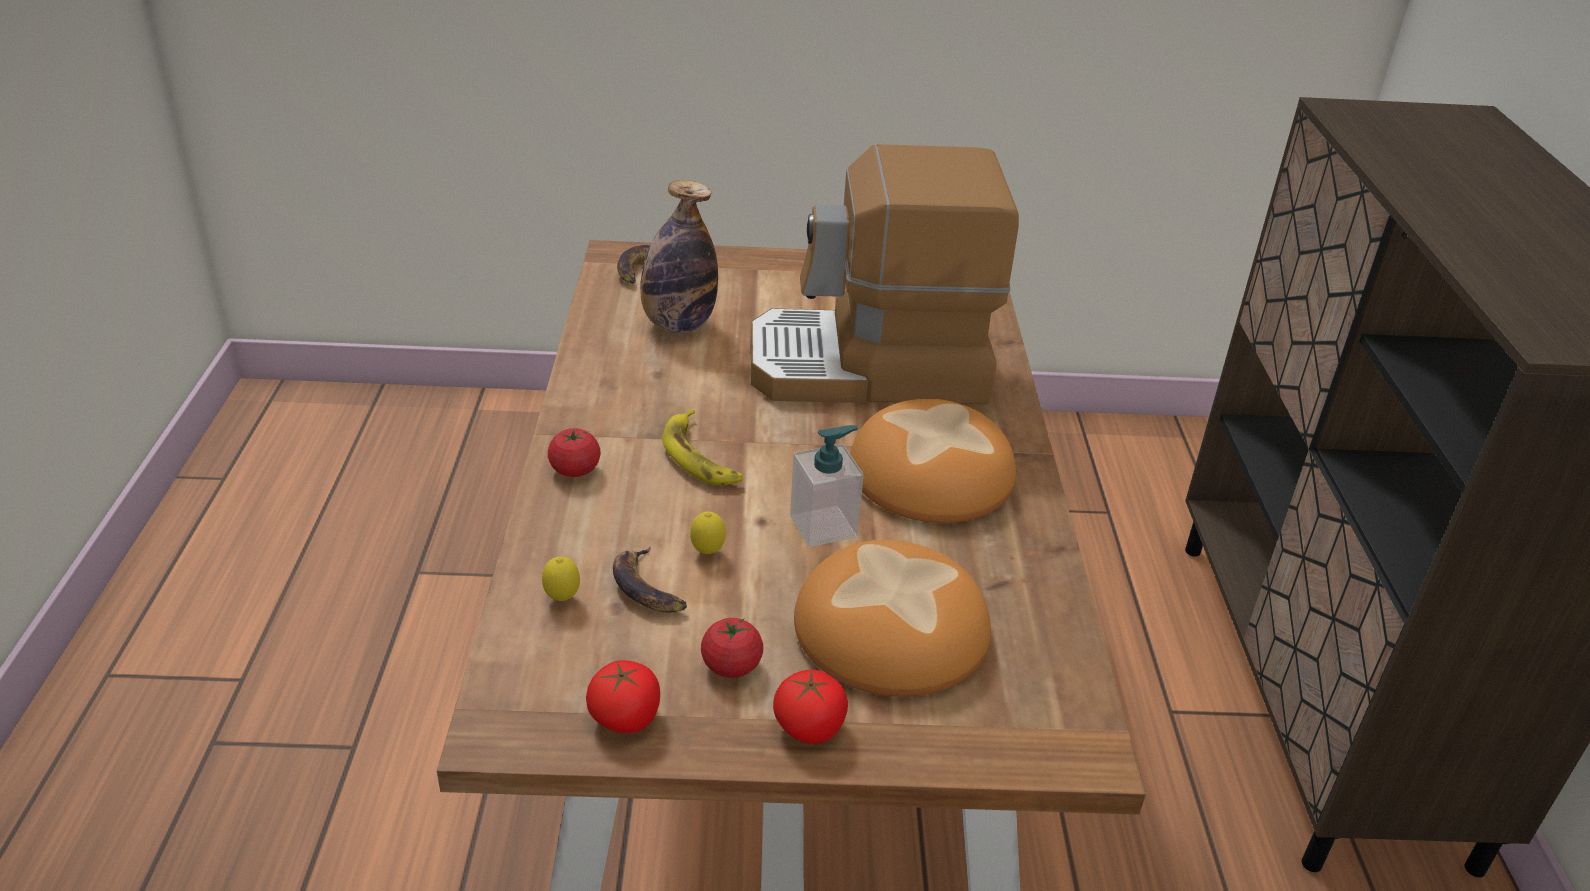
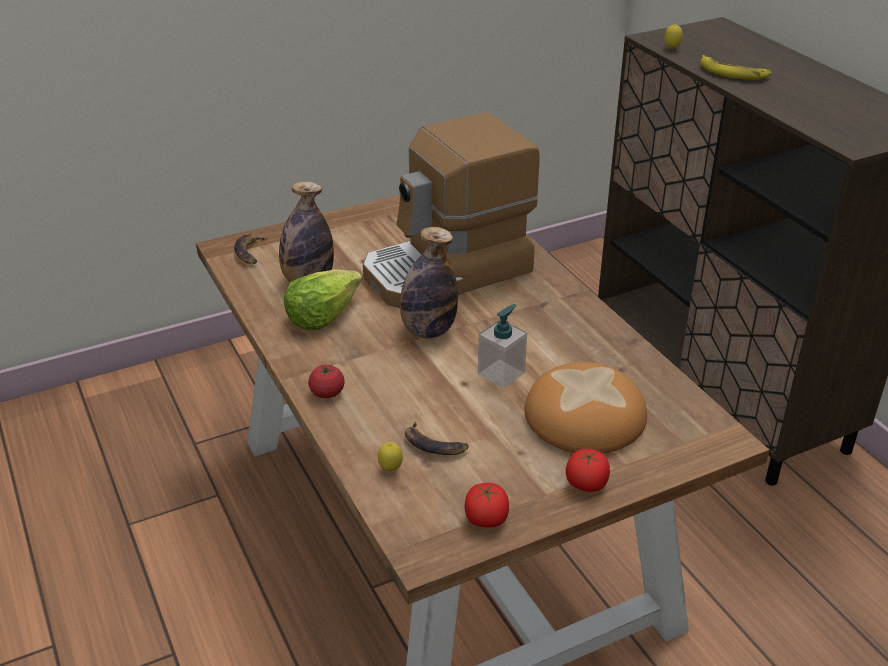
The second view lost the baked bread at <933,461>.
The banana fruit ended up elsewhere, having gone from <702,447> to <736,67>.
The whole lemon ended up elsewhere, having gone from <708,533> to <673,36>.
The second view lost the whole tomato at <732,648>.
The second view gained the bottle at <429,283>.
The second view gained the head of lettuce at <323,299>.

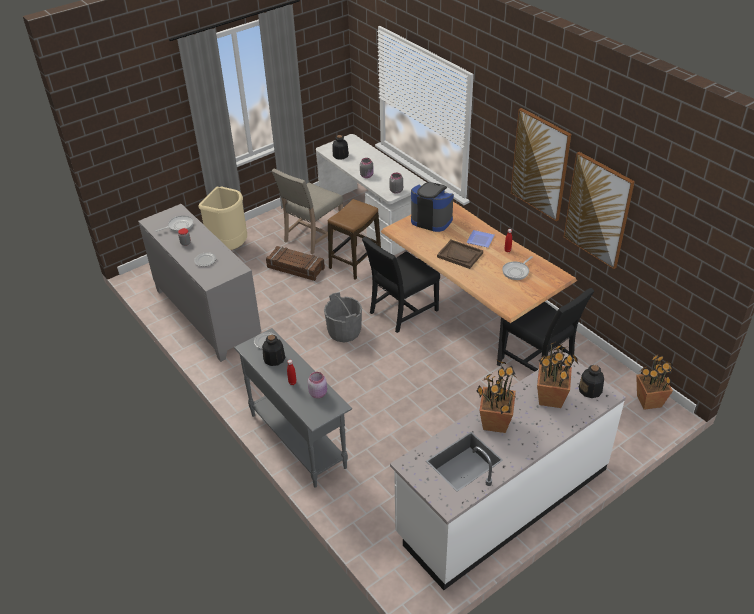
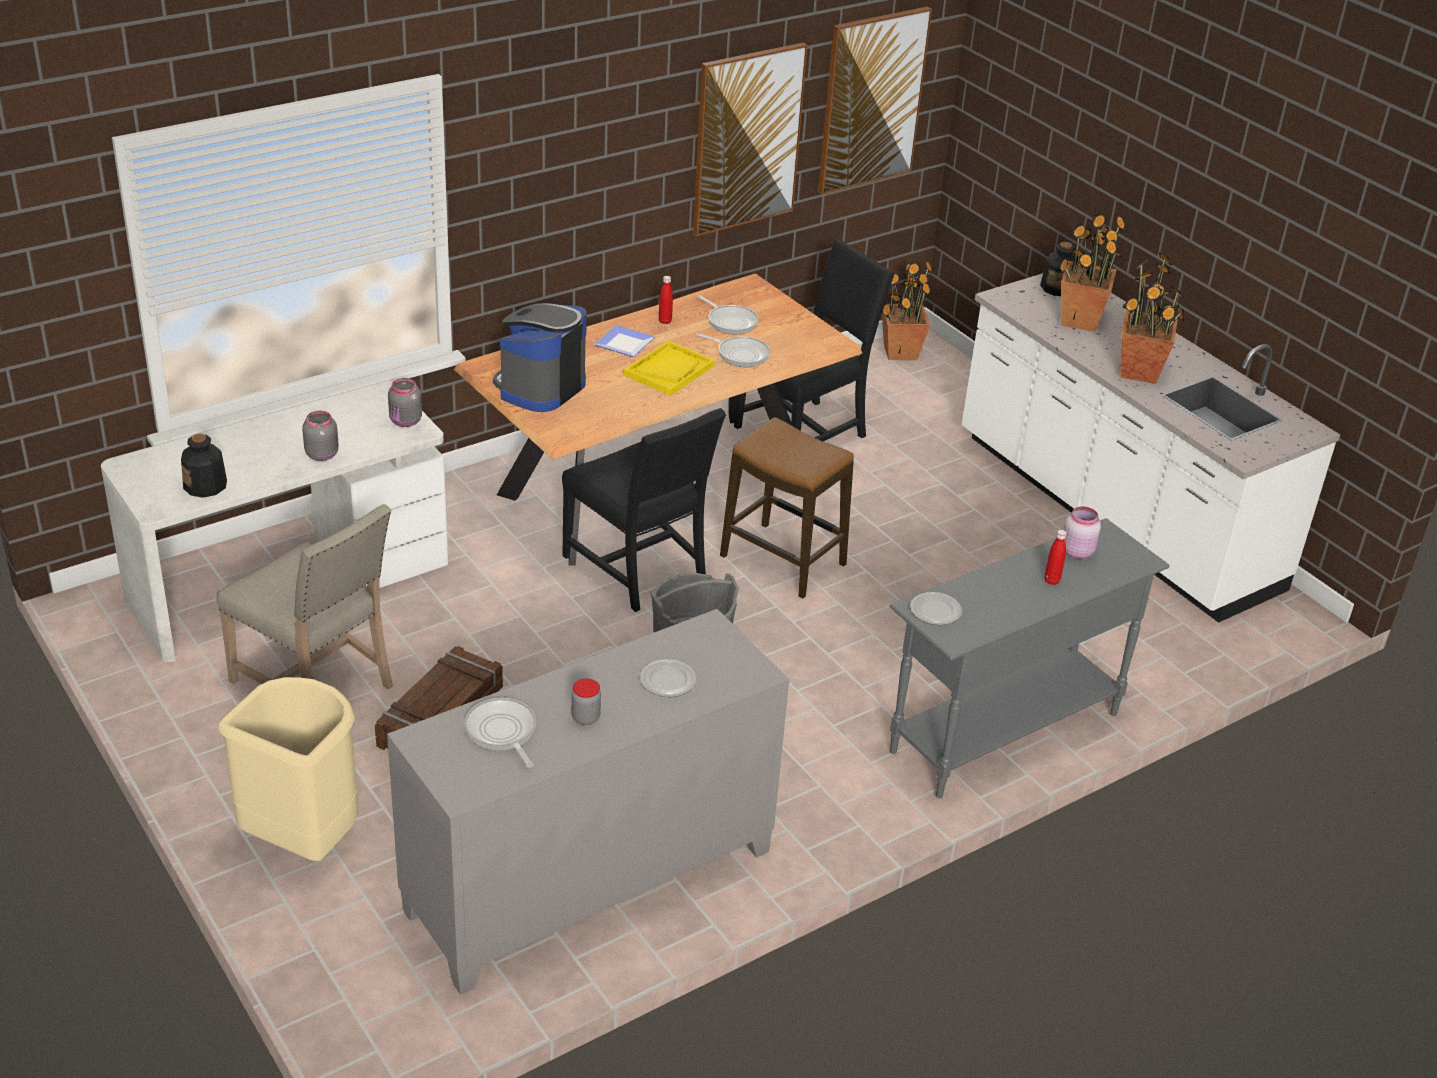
The picture ended up elsewhere, having gone from <541,164> to <875,100>.
The stool seat ended up elsewhere, having gone from <354,239> to <787,508>.
What was the tray (brown) at <460,254> turned into the tray (yellow-coloured) at <669,368>.
The second view lost the bottle at <273,350>.
The second view gained the pan at <733,350>.

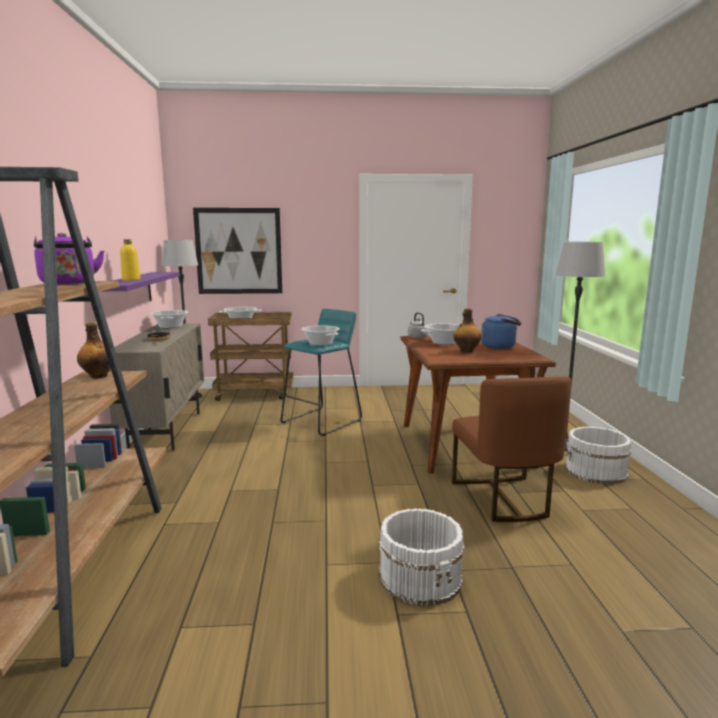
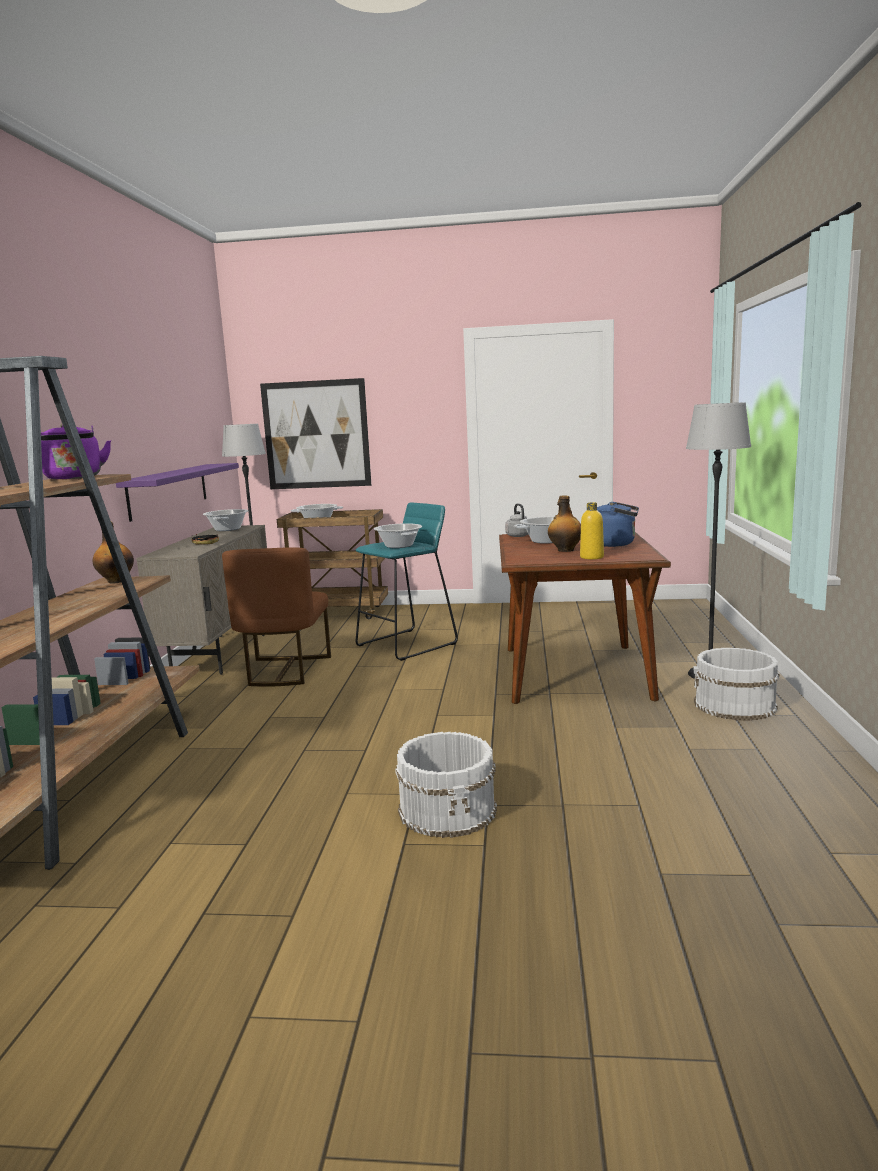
The bottle (yellow-coloured) ended up elsewhere, having gone from <130,259> to <592,530>.
The upright chair (brown) ended up elsewhere, having gone from <511,449> to <276,617>.

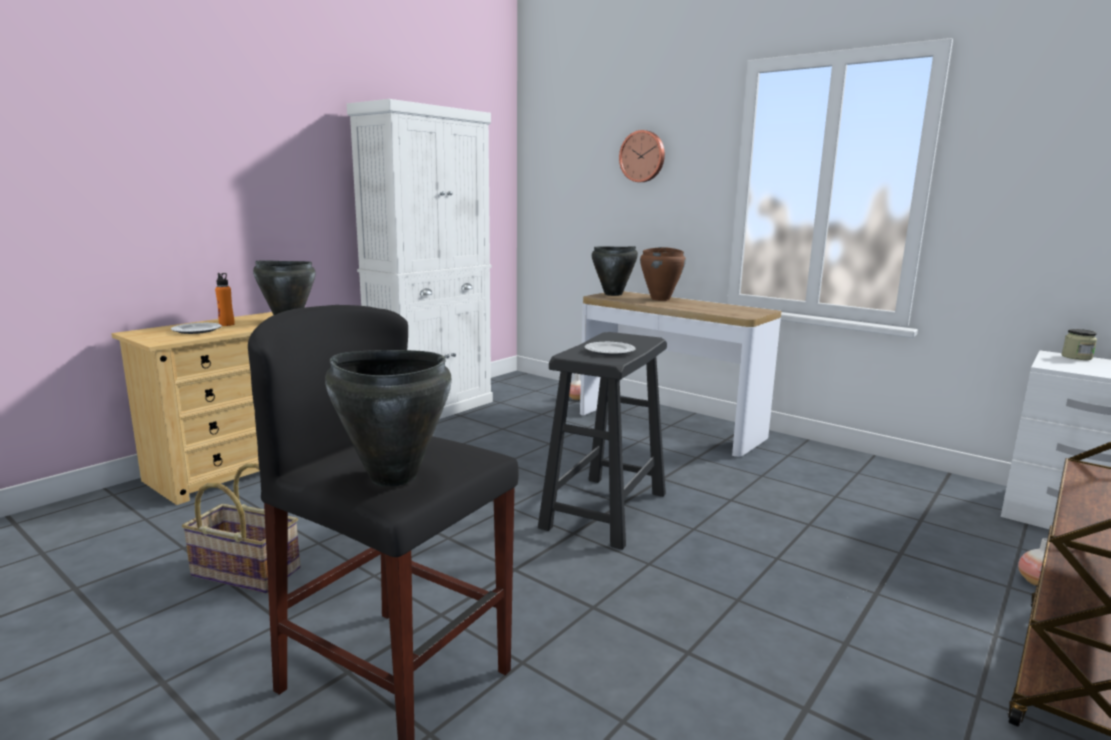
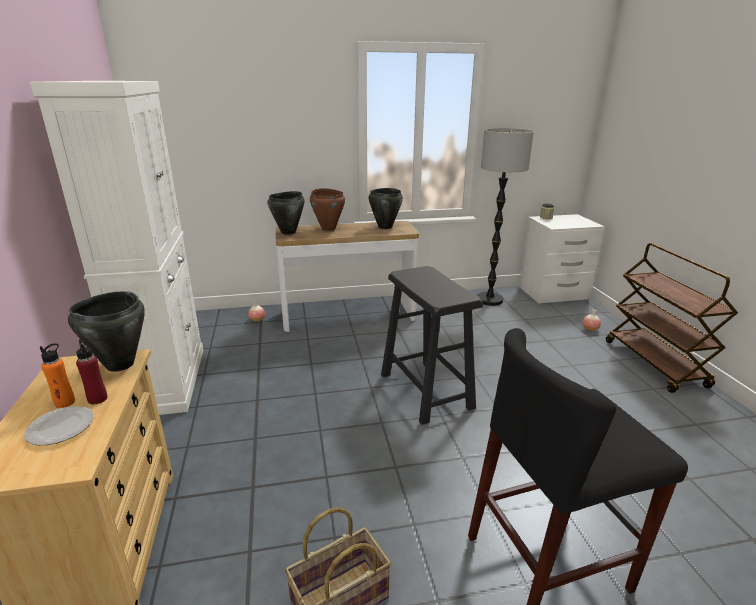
The second view lost the wall clock at <642,156>.
The second view lost the flat dish at <610,349>.
The stockpot (blackish) ended up elsewhere, having gone from <388,418> to <386,208>.
The second view gained the standard lamp at <505,217>.
The second view gained the bottle (red) at <92,372>.

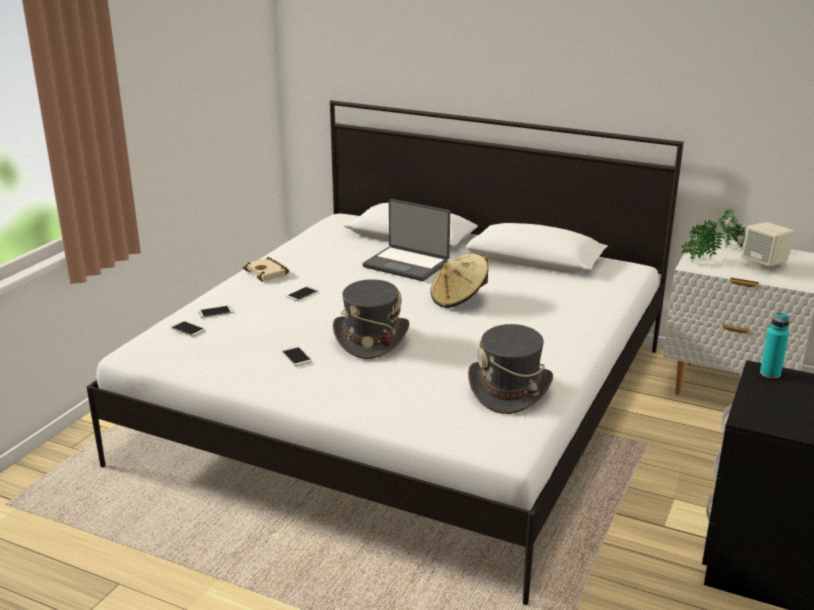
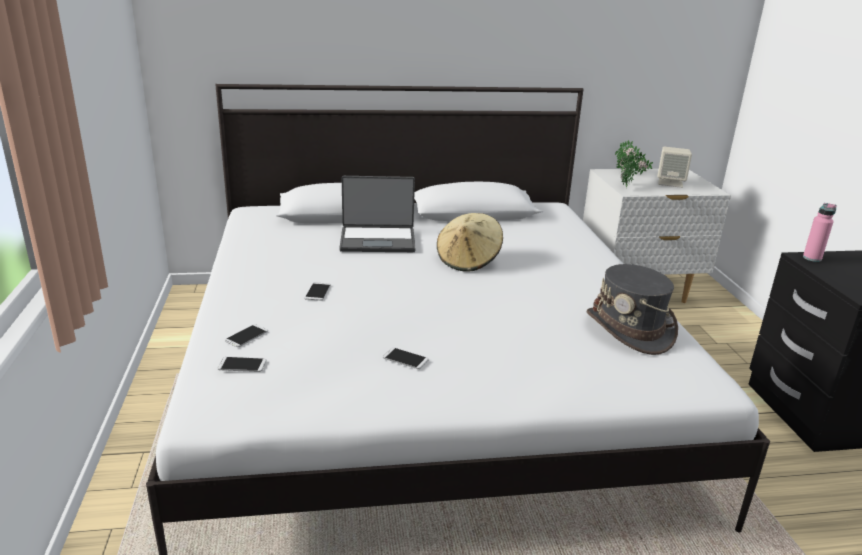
The second view lost the book (beige) at <266,269>.
The second view lost the wearable hat (gray) at <371,319>.
What was the bottle (blue-green) at <775,345> turned into the bottle (pink) at <820,232>.

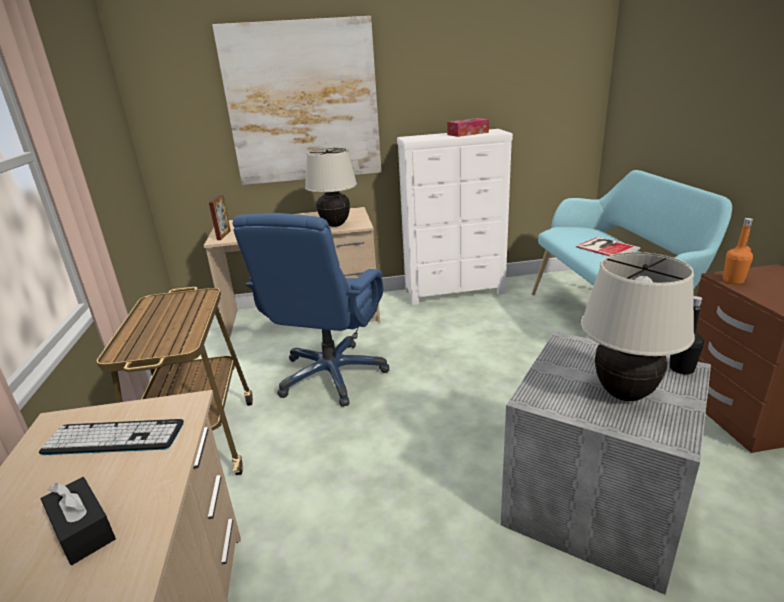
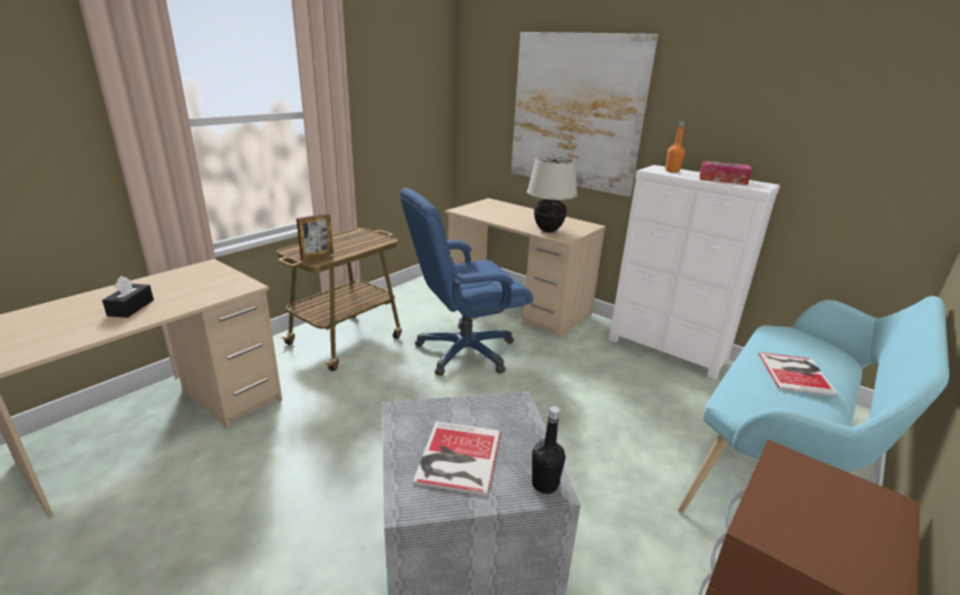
The picture frame ended up elsewhere, having gone from <220,217> to <315,236>.
The bottle (orangey) ended up elsewhere, having gone from <738,251> to <675,147>.
Where the table lamp (beige) stood at <638,326>, the book came to stand at <457,458>.
The second view lost the keyboard at <111,437>.

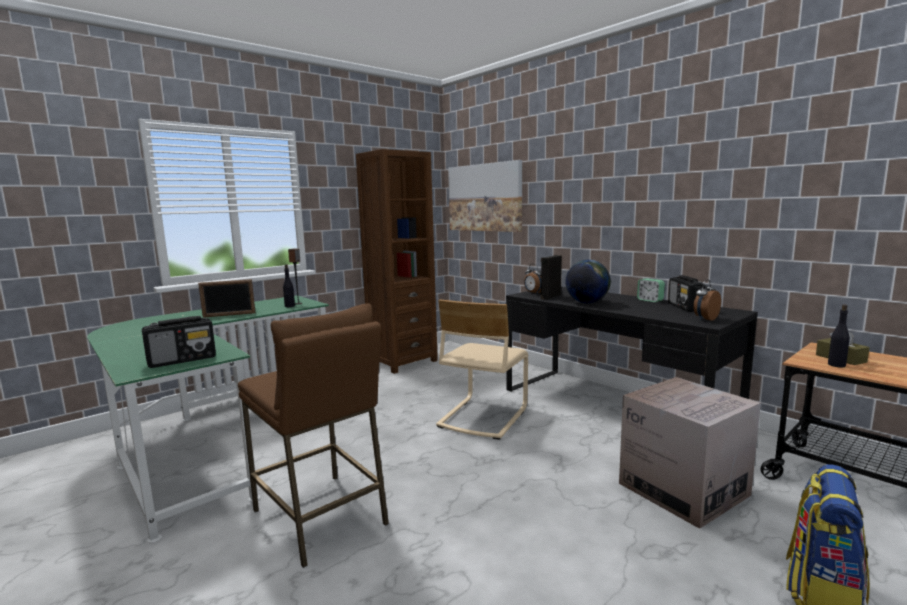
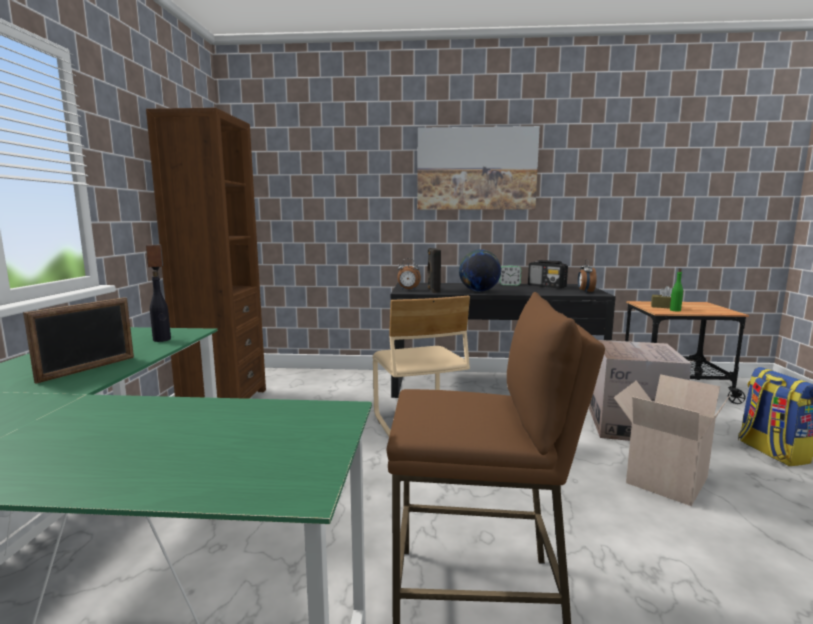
The picture ended up elsewhere, having gone from <485,196> to <478,168>.
What was the bottle (blackish) at <839,335> turned into the bottle (green) at <676,289>.
The second view lost the radio at <179,342>.
The second view gained the carton at <671,440>.

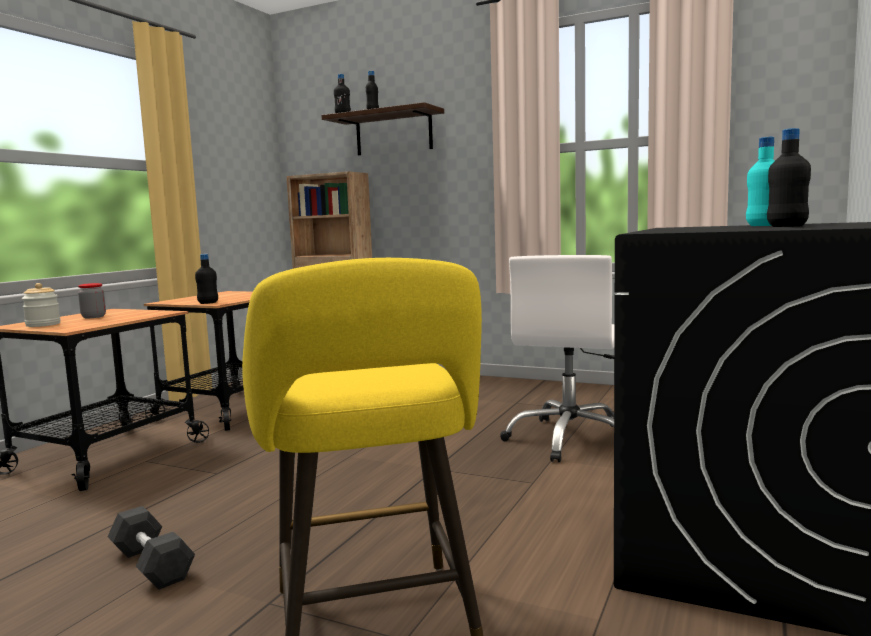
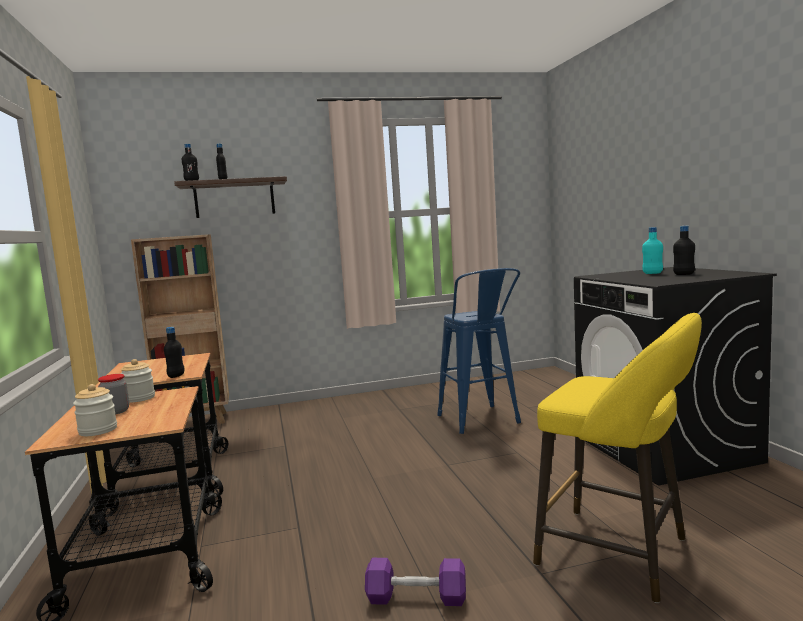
Where the office chair (white) stood at <557,358>, the stool seat (blue) came to stand at <479,351>.
What was the free weight (blackish) at <151,548> turned into the free weight (purple-coloured) at <415,582>.
The second view gained the storage jar at <137,381>.

